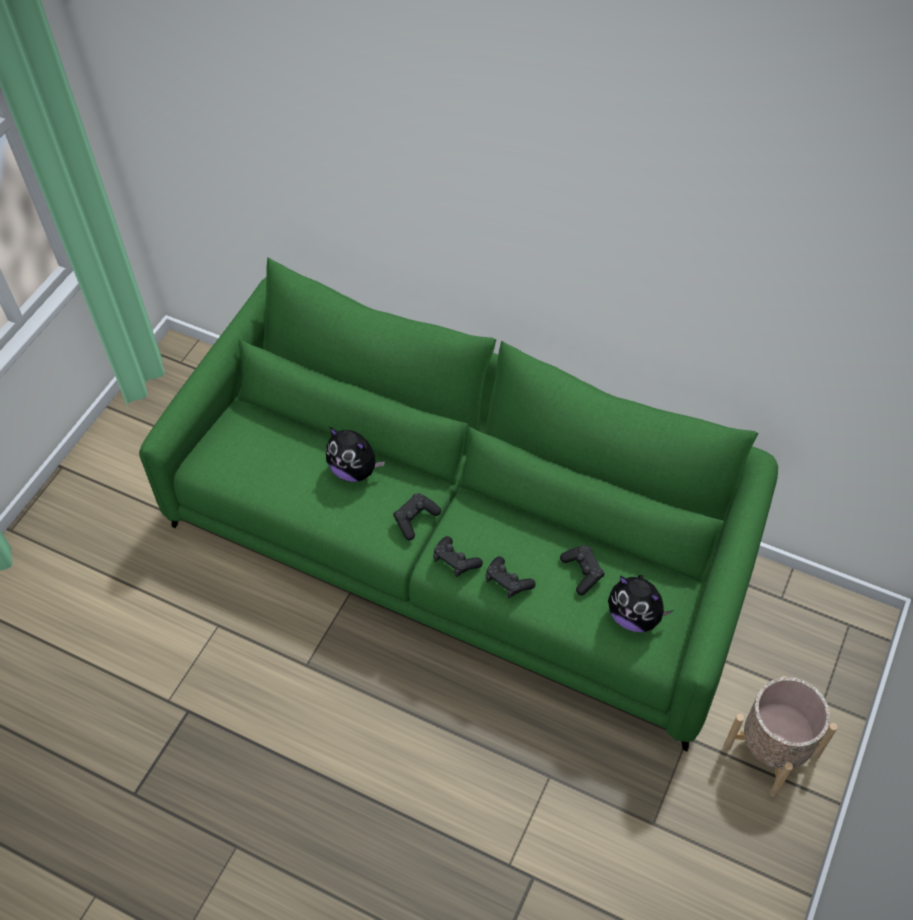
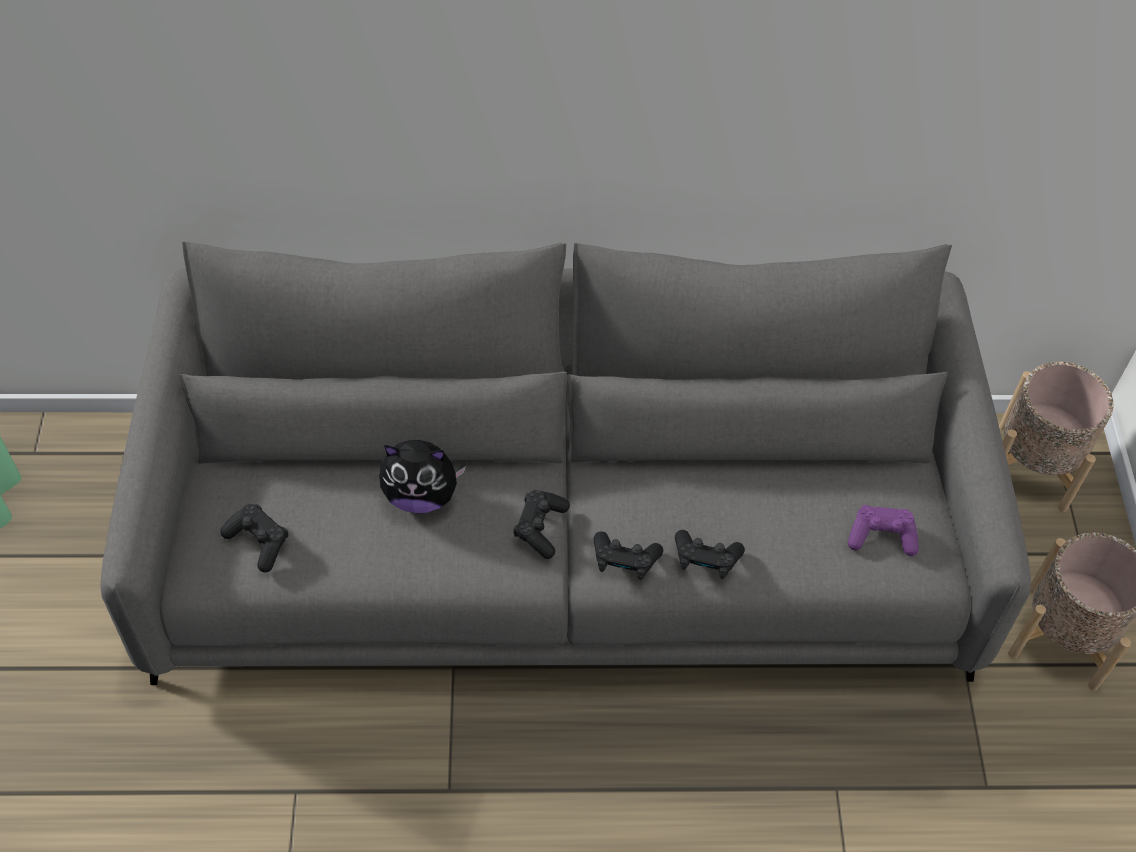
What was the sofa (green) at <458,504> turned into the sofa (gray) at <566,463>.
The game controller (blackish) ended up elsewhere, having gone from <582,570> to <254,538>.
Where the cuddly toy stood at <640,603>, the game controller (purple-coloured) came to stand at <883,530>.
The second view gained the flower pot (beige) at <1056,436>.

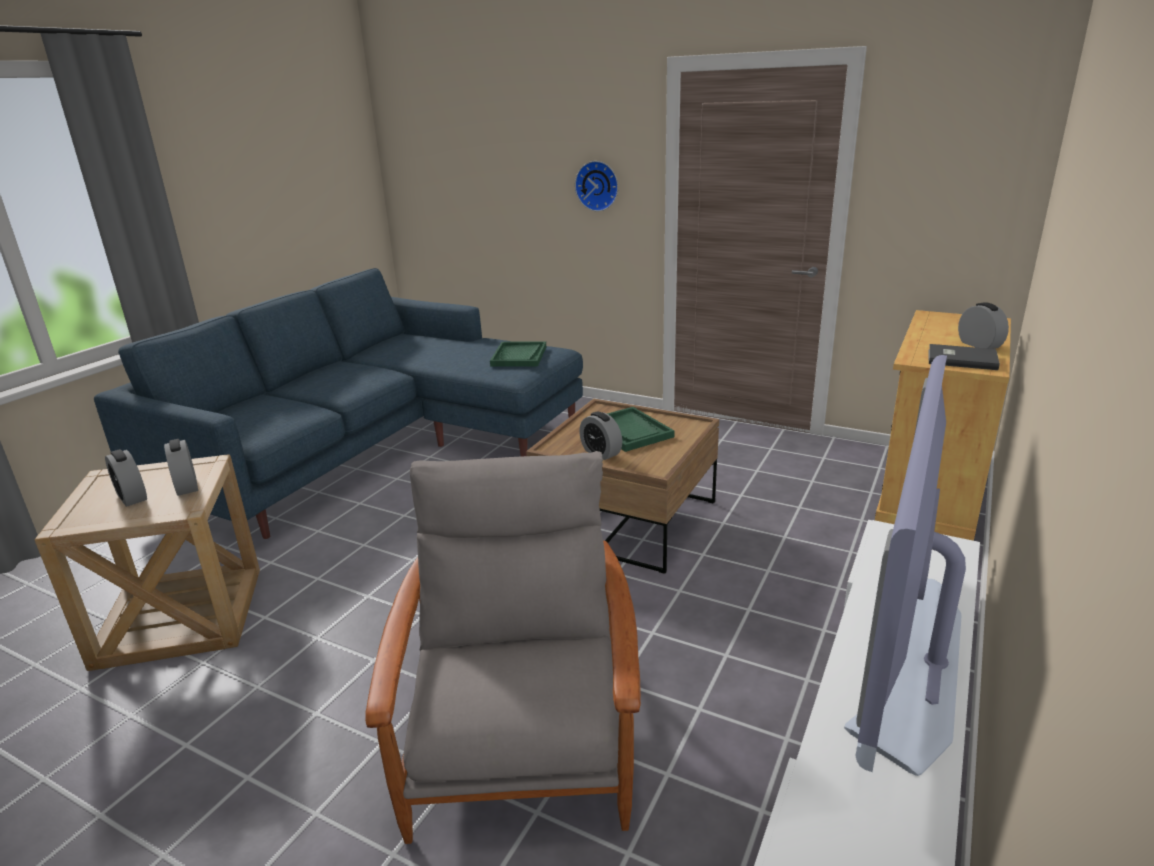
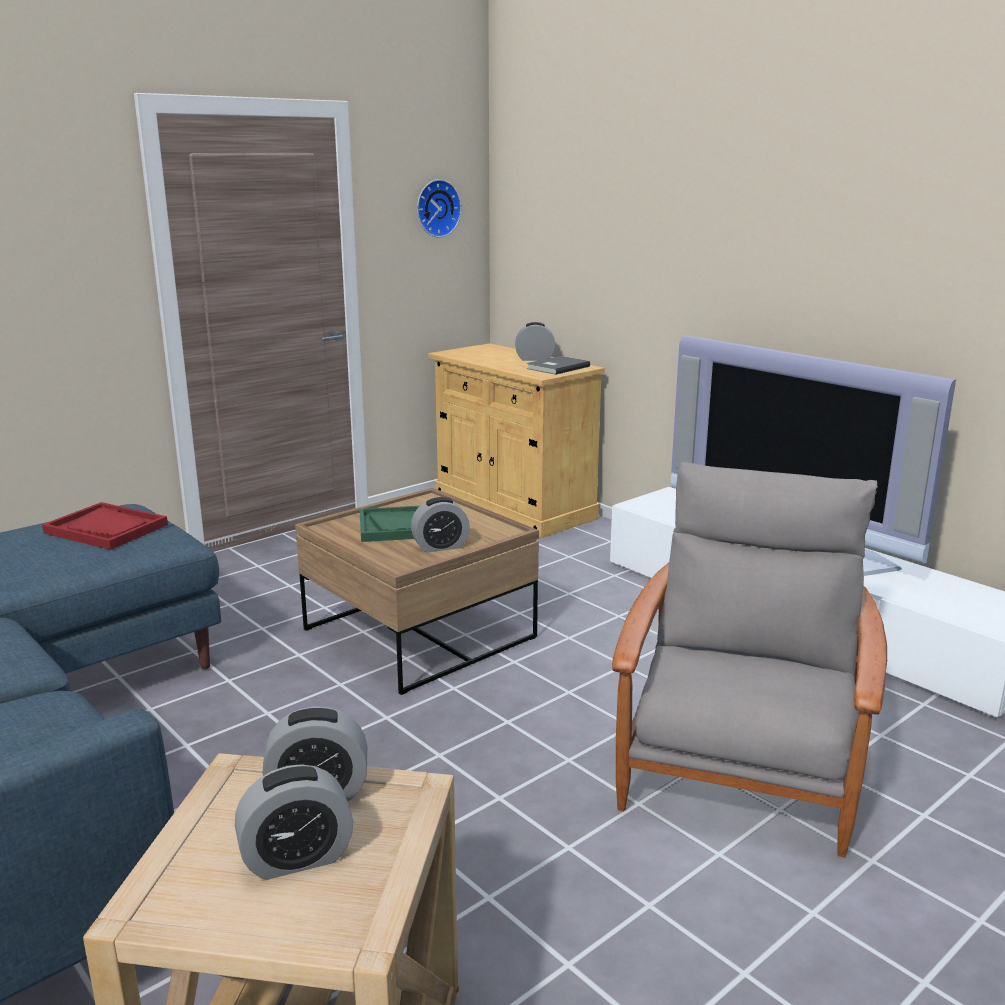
The wall clock ended up elsewhere, having gone from <596,186> to <439,208>.
What was the tray (green) at <518,354> turned into the tray (red) at <105,526>.
The lounge chair (gray) at <503,647> ended up facing another way, 90 degrees clockwise from before.

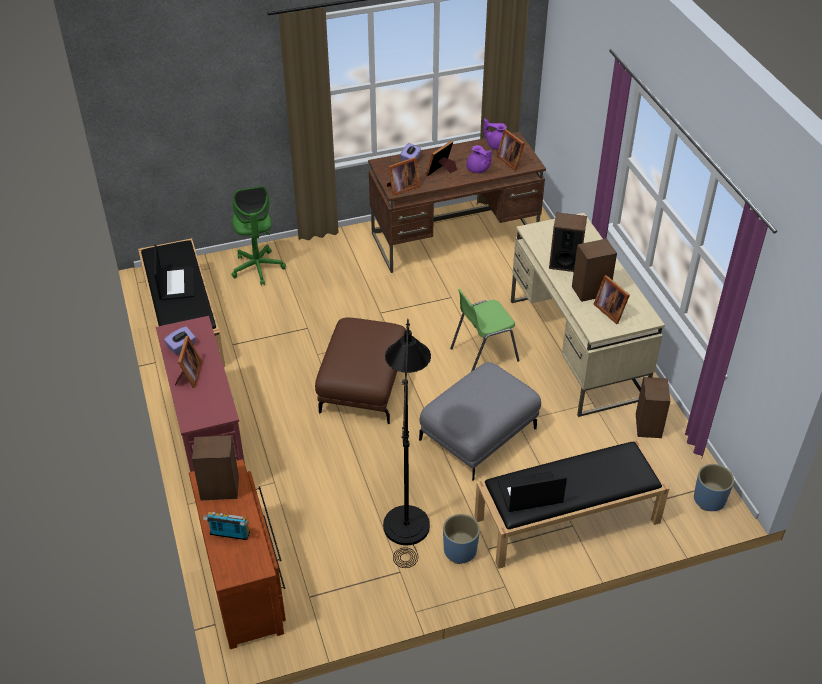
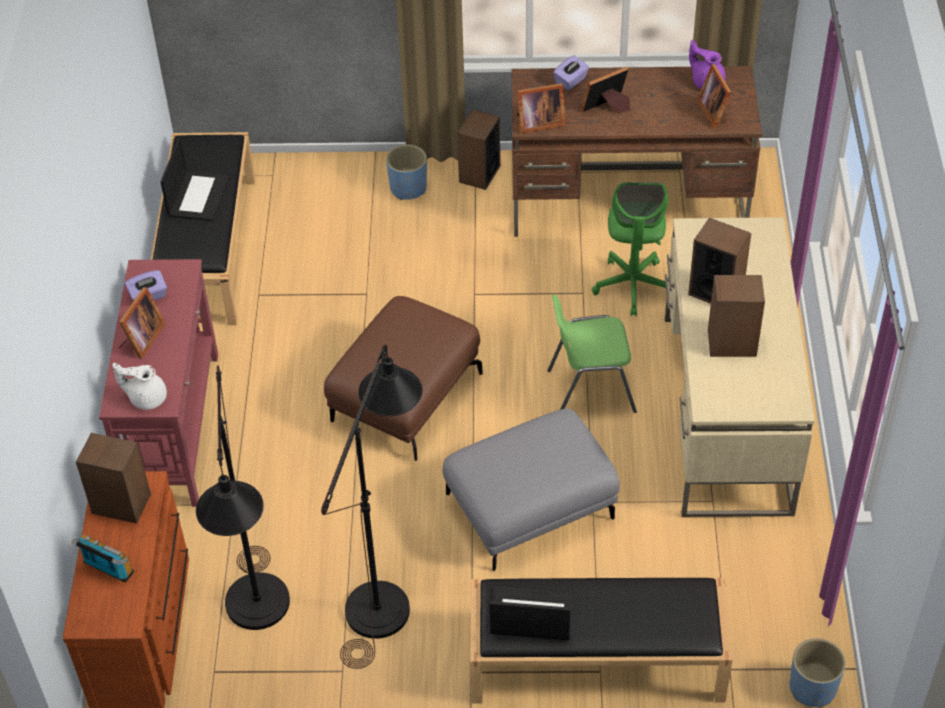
The second view lost the teapot (purple-coloured) at <479,159>.
The office chair (green) ended up elsewhere, having gone from <258,235> to <630,249>.
The second view lost the picture frame at <612,299>.
The loudspeaker ended up elsewhere, having gone from <653,407> to <478,149>.
The flower pot (blue) ended up elsewhere, having gone from <461,539> to <406,172>.
The second view gained the teapot (white) at <139,386>.
The second view gained the standard lamp (blackish) at <243,497>.

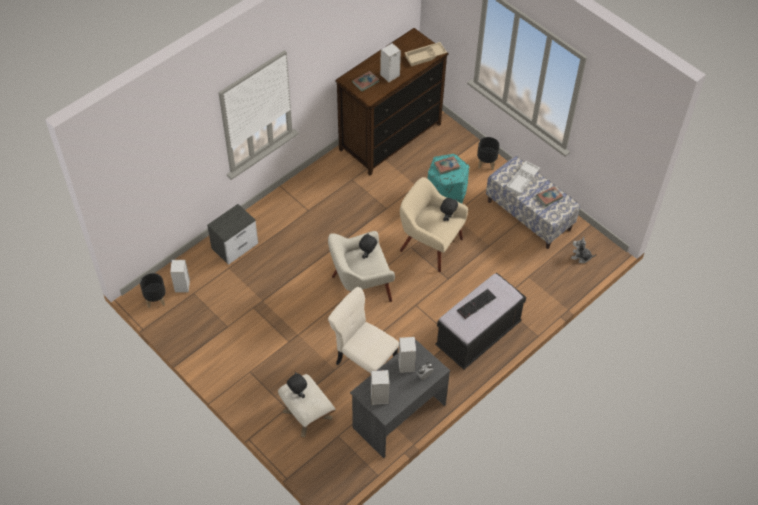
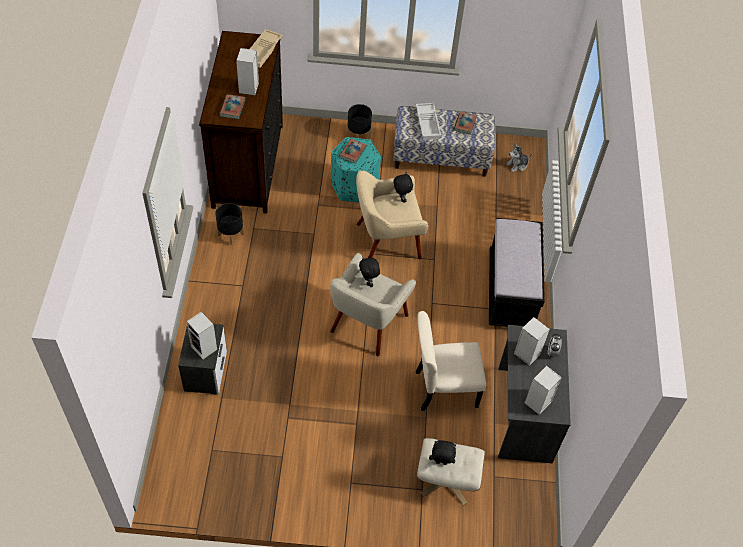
The loudspeaker ended up elsewhere, having gone from <180,276> to <202,335>.
The flower pot (blackish) ended up elsewhere, having gone from <153,290> to <229,224>.
The second view lost the keyboard at <476,304>.

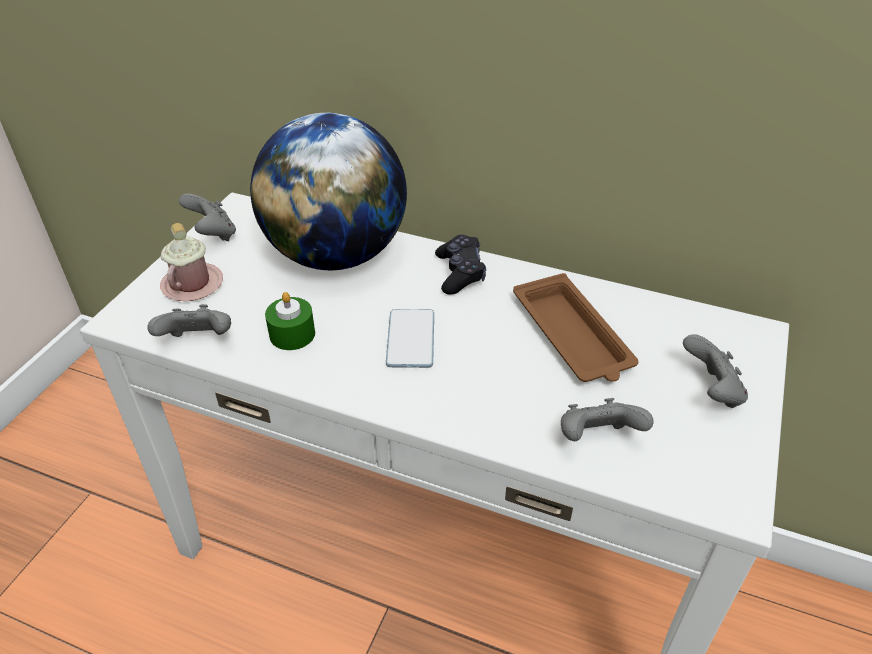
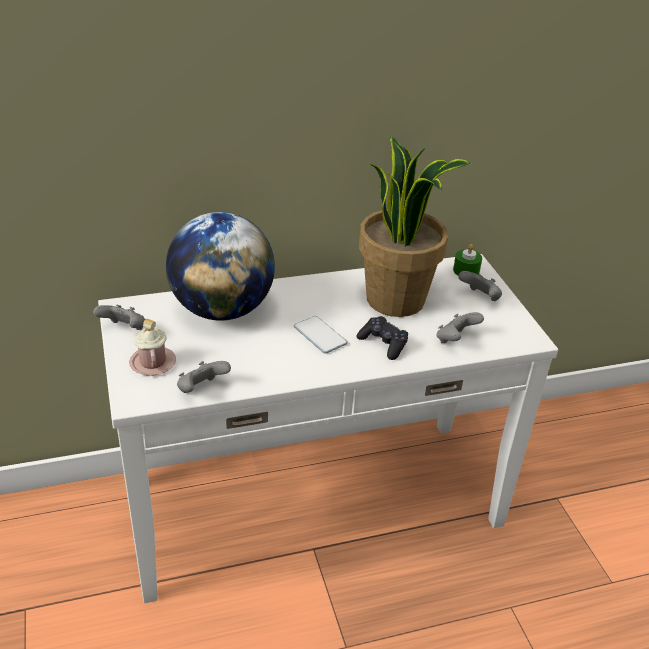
The game controller (blackish) ended up elsewhere, having gone from <460,265> to <382,338>.
Where the tray (brown) stood at <576,327>, the houseplant came to stand at <415,226>.
The candle (green) ended up elsewhere, having gone from <290,321> to <467,259>.

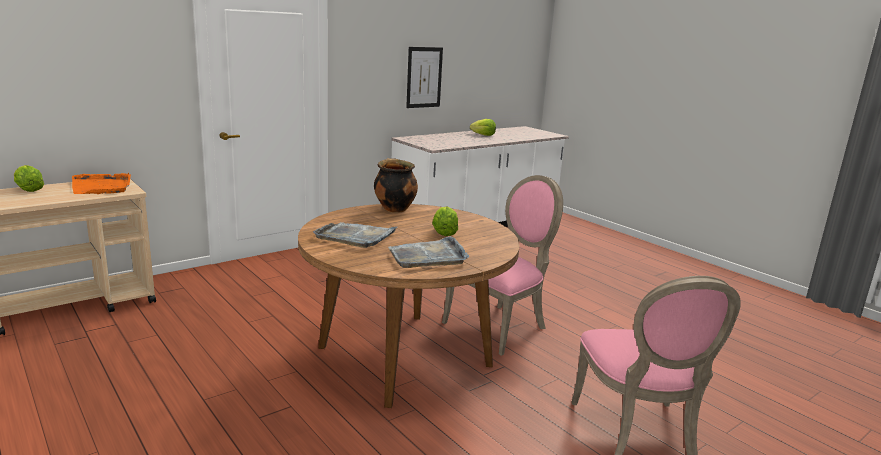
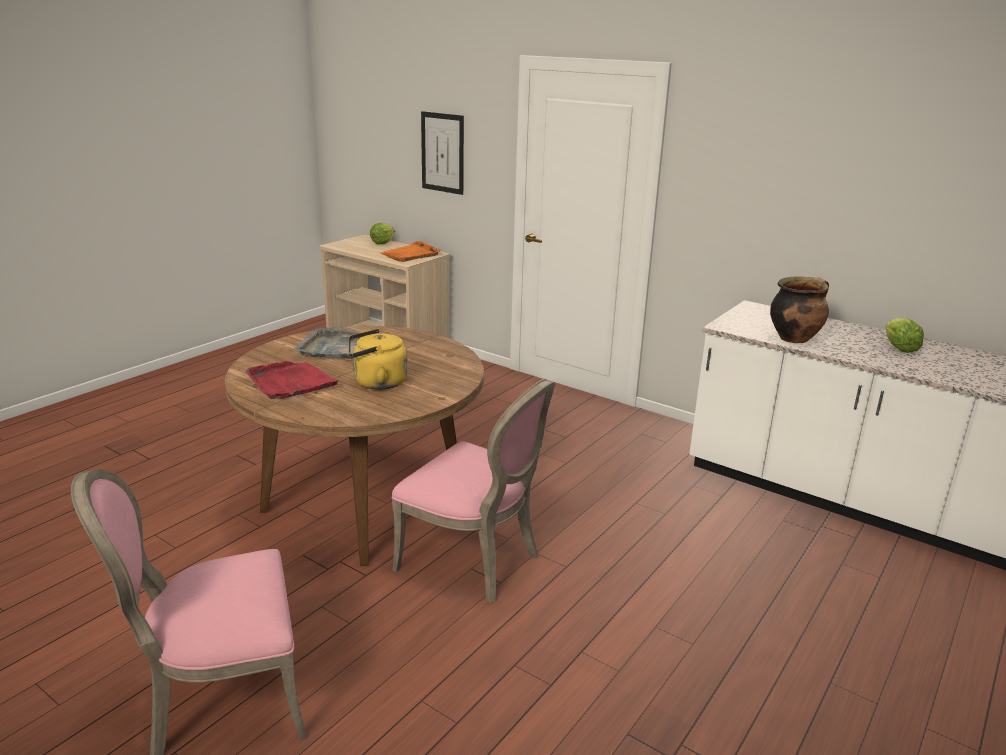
The picture ended up elsewhere, having gone from <424,77> to <442,153>.
The stockpot ended up elsewhere, having gone from <396,185> to <799,309>.
Where the head of lettuce stood at <445,221>, the kettle (yellow-coloured) came to stand at <378,359>.
What was the tray (gray) at <428,252> turned into the tray (red) at <293,380>.

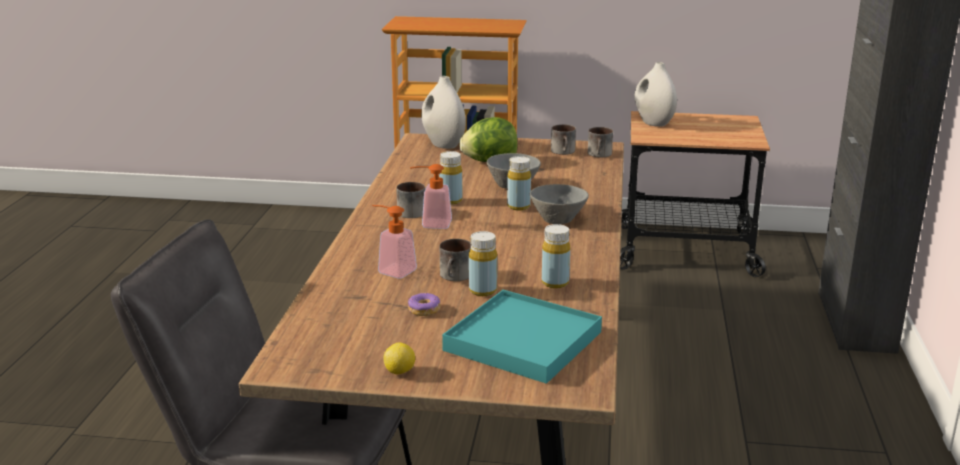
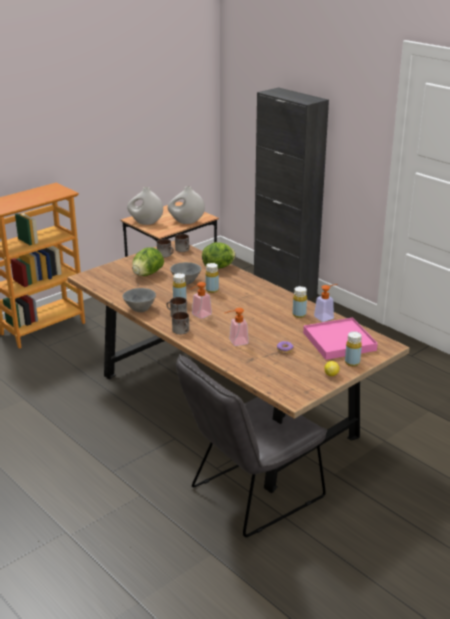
The decorative vase (white) ended up elsewhere, having gone from <443,112> to <186,205>.
The bowl (gray) ended up elsewhere, having gone from <559,204> to <139,300>.
The bottle (yellow-coloured) ended up elsewhere, having gone from <483,263> to <353,348>.
The tea mug ended up elsewhere, having gone from <455,260> to <180,323>.
What was the tray (blue-green) at <522,337> turned into the tray (pink) at <340,338>.
The second view gained the head of lettuce at <219,255>.
The second view gained the soap bottle at <326,303>.

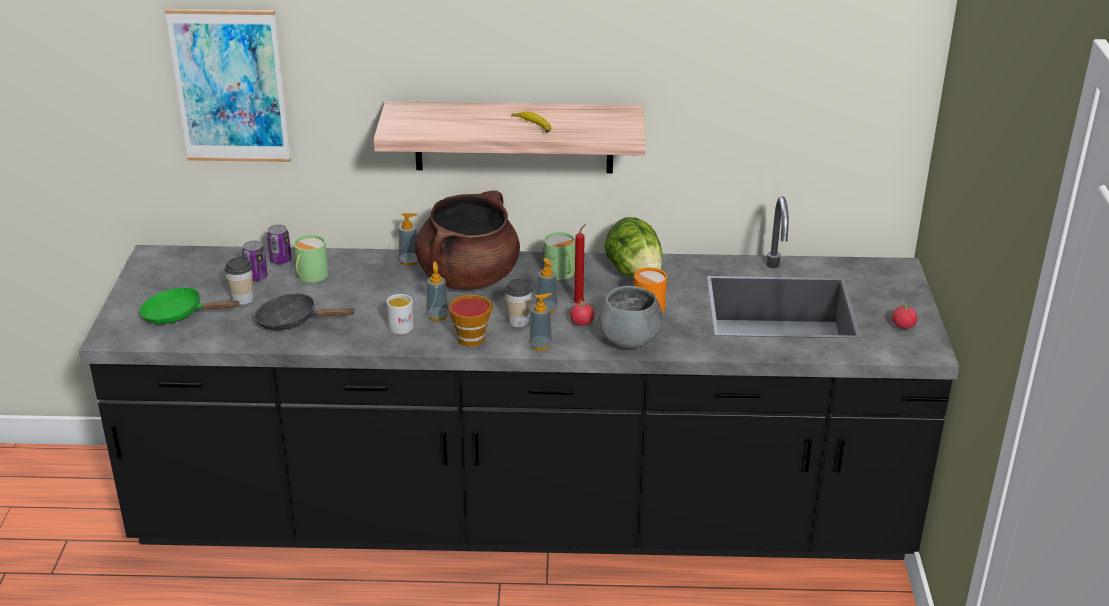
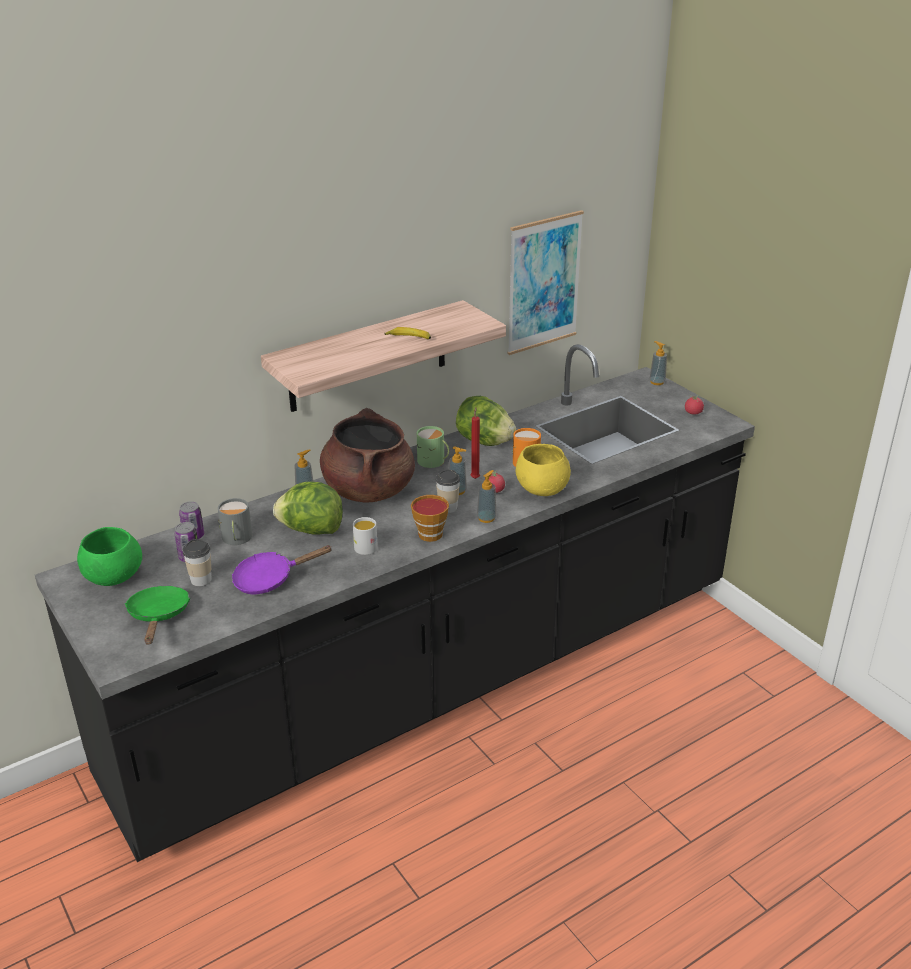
The picture ended up elsewhere, having gone from <228,85> to <545,282>.
What was the tea mug (green) at <310,259> turned into the tea mug (gray) at <235,521>.
The soap bottle ended up elsewhere, having gone from <438,291> to <658,363>.
What was the bowl (gray) at <631,317> turned into the bowl (yellow-coloured) at <543,470>.
The pan (green) at <190,305> ended up facing another way, 105 degrees clockwise from before.
What was the pan (blackish) at <305,311> turned into the pan (purple-coloured) at <282,569>.
The second view gained the head of lettuce at <308,508>.
The second view gained the bowl (green) at <109,556>.

